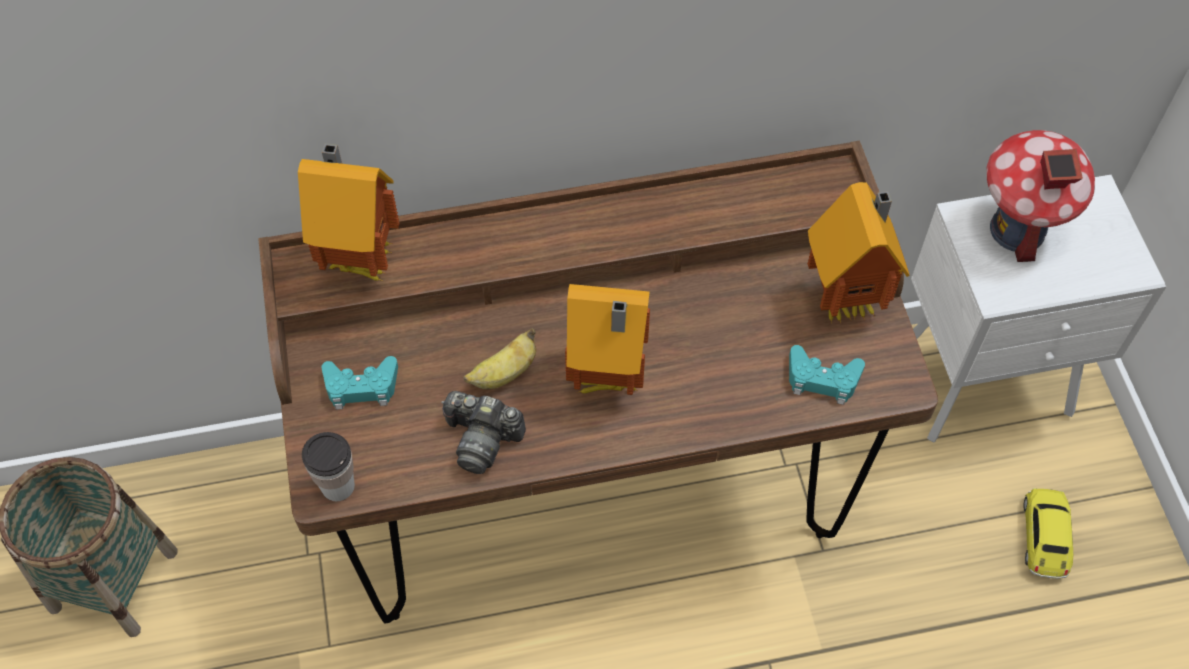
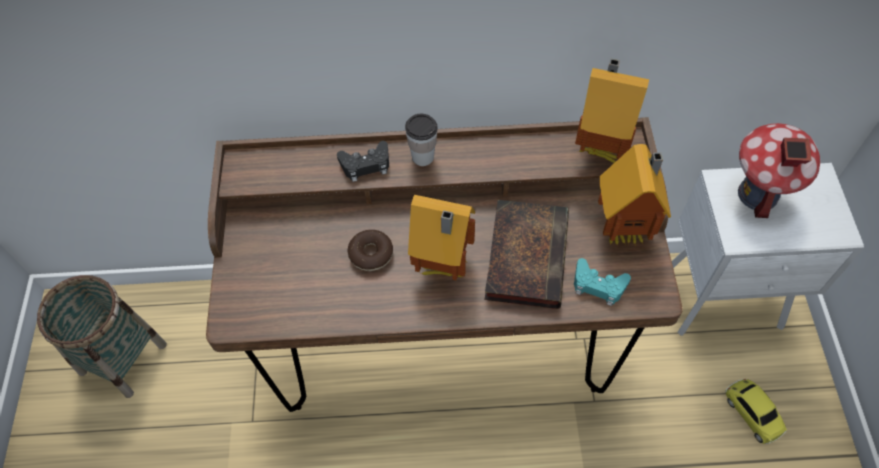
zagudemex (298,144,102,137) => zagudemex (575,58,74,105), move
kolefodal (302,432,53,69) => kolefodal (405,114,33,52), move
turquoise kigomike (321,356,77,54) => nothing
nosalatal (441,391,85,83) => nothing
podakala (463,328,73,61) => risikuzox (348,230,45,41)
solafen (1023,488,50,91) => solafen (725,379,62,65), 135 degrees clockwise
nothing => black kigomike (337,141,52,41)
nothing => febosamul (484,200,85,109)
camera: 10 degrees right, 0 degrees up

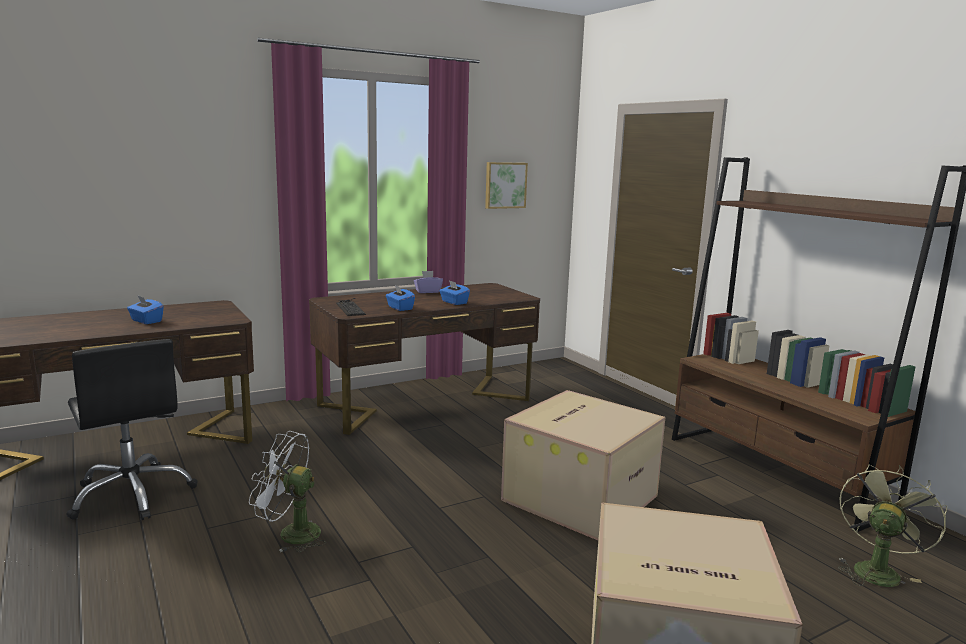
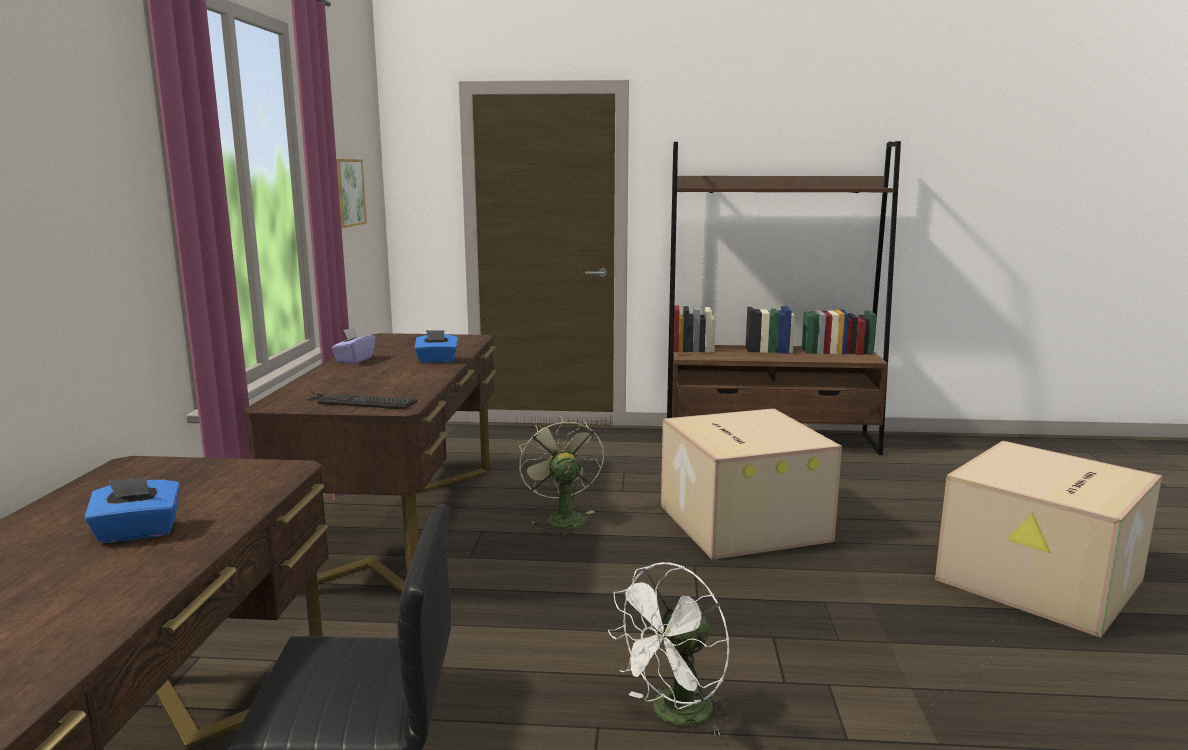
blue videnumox (386,285,29,26) => nothing
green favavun (838,465,109,122) => green favavun (519,416,85,119), move
camera: 55 degrees left, 0 degrees up

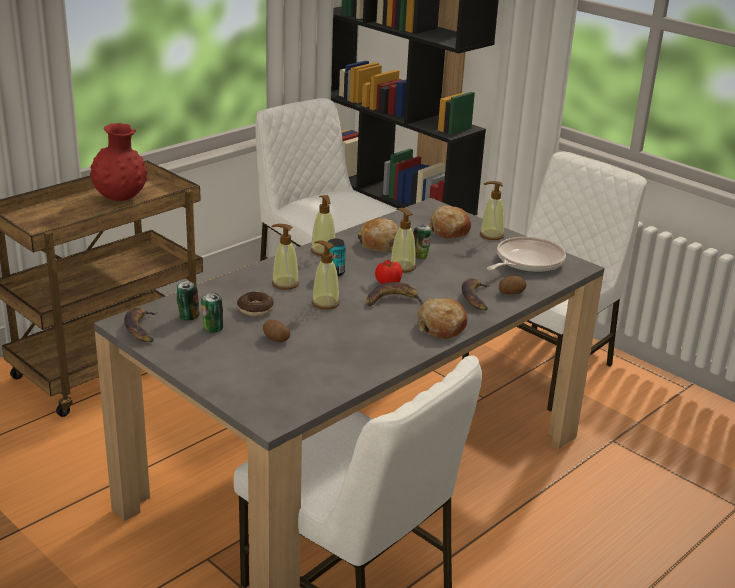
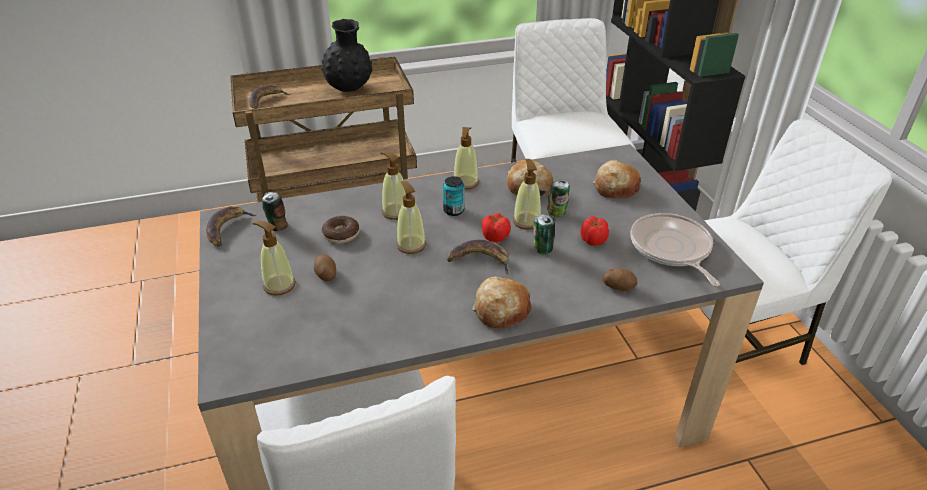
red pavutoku (90,123,58,78) => black pavutoku (321,19,52,73)
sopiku (201,293,22,40) => sopiku (533,214,22,40), move
podakala (462,278,28,33) => podakala (249,85,41,24), move
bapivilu (480,181,24,59) => bapivilu (252,221,44,74), move
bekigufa (486,237,80,35) => bekigufa (631,213,89,74), 90 degrees counterclockwise
nothing => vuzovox (580,216,29,30)
camera: 30 degrees right, 10 degrees up

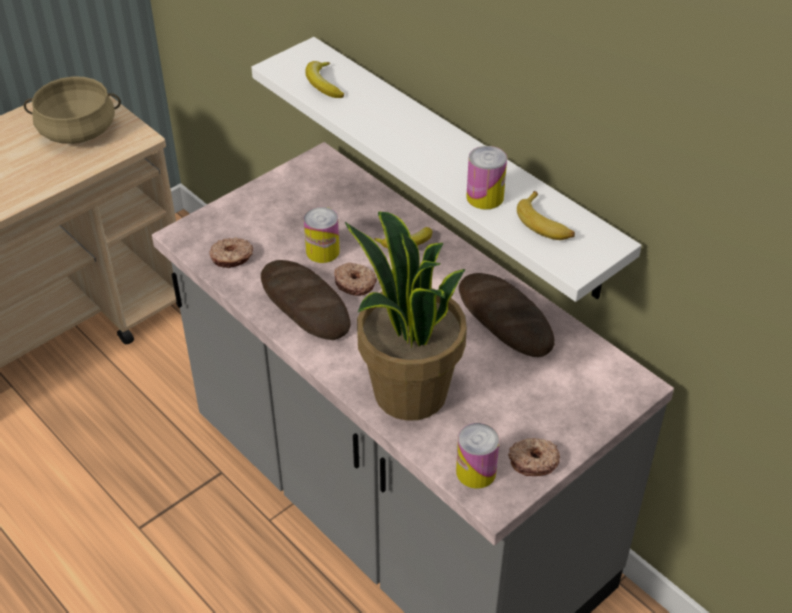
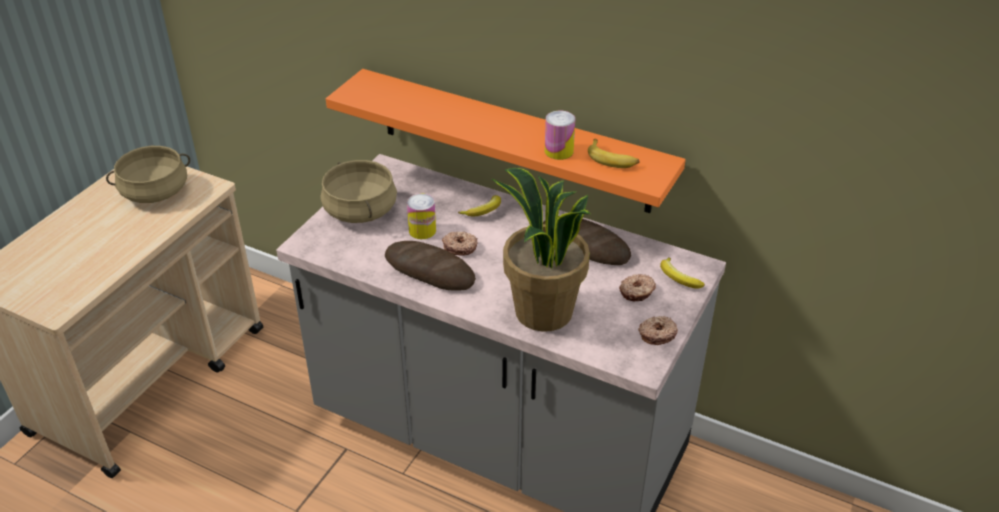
risikuzox (210,237,43,31) => risikuzox (619,274,37,27), move
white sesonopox (251,37,391,265) => orange sesonopox (326,69,360,144)
podakala (305,61,39,37) => podakala (660,257,45,32), move
sopiku (456,423,44,66) => nothing
nothing => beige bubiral (321,160,76,63)
camera: 20 degrees left, 5 degrees down

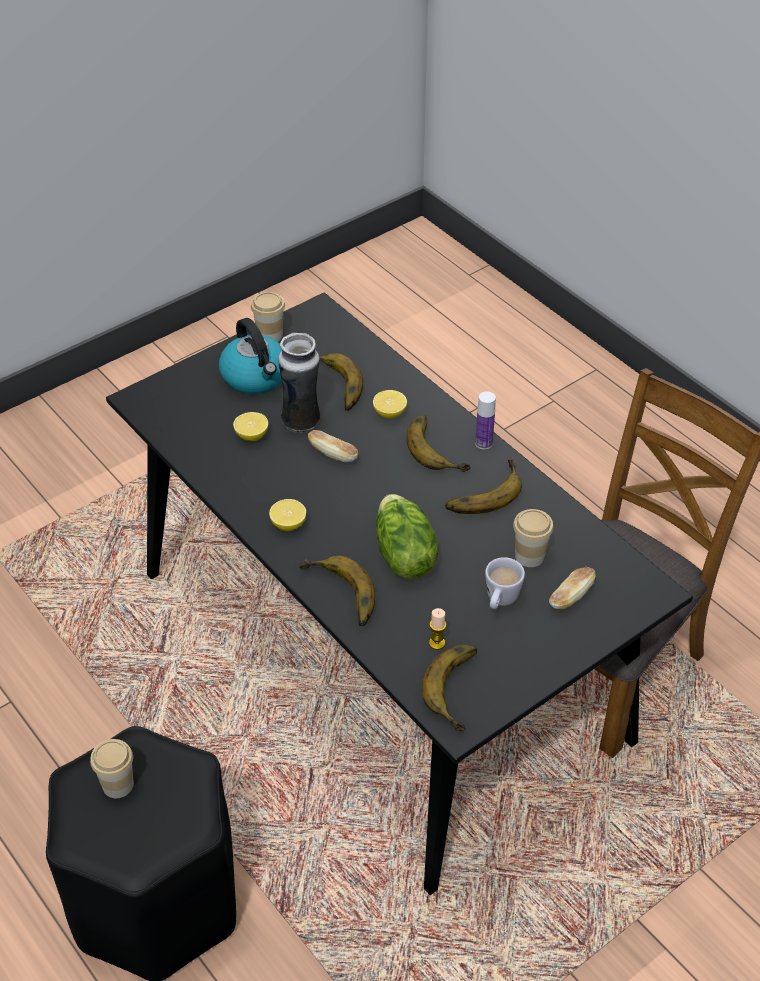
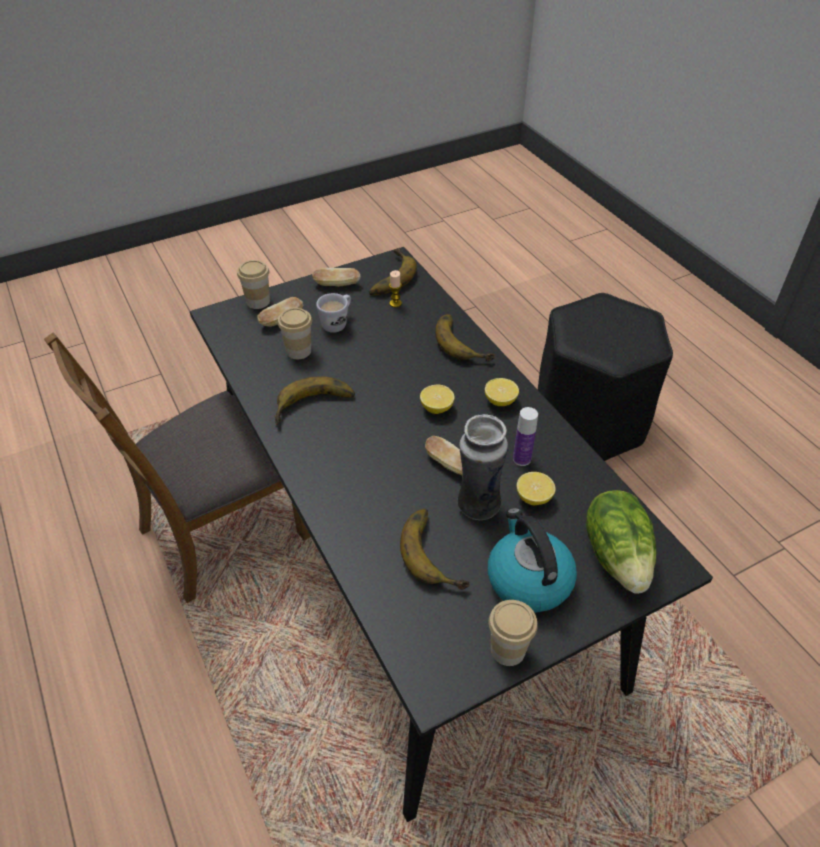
kolefodal (90,739,44,59) => kolefodal (237,260,33,49), move
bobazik (373,390,34,28) => bobazik (420,385,35,29), move
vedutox (376,494,62,85) => vedutox (586,490,70,104), move
podakala (407,415,63,57) => nothing
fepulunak (475,391,21,58) => fepulunak (513,407,25,59), move
nothing => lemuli (312,268,48,19)
camera: 170 degrees left, 0 degrees up

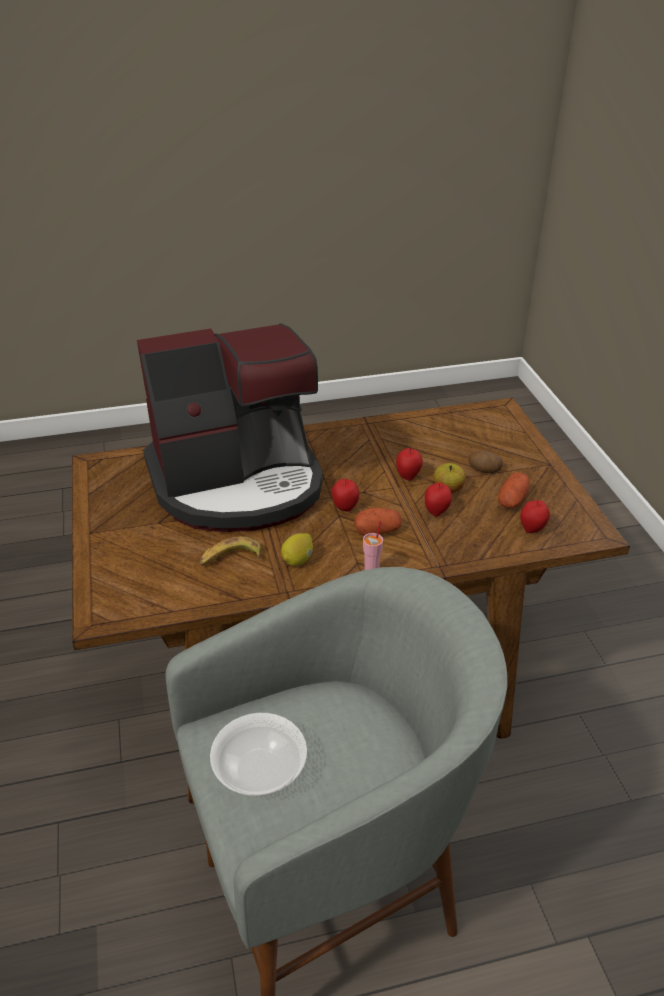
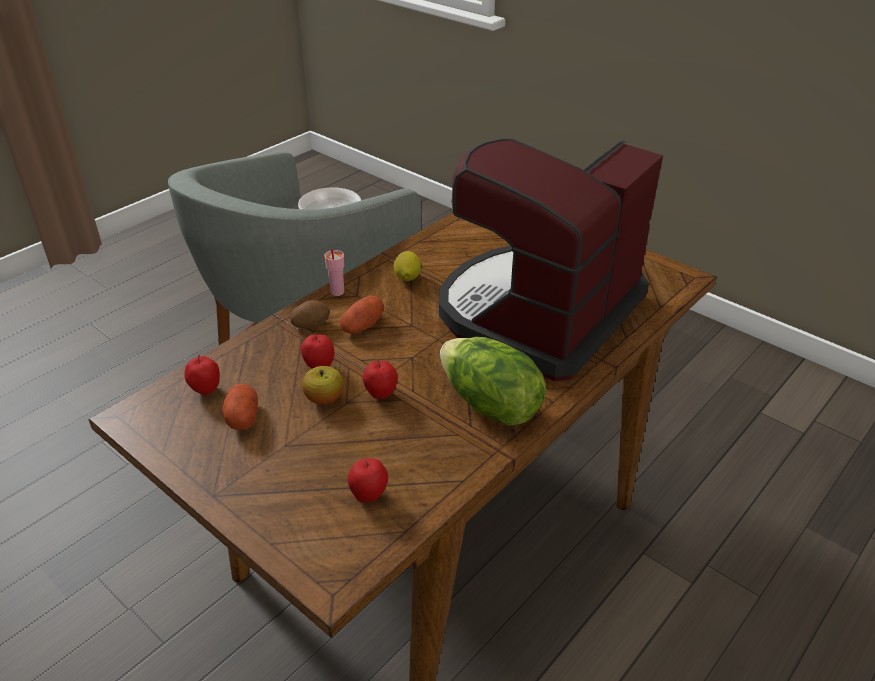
podakala (200,536,62,30) => nothing
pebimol (331,478,28,34) => pebimol (348,458,40,44), move
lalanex (469,451,34,22) => lalanex (290,300,40,28), move
nothing => vedutox (440,337,107,89)
camera: 145 degrees right, 0 degrees up

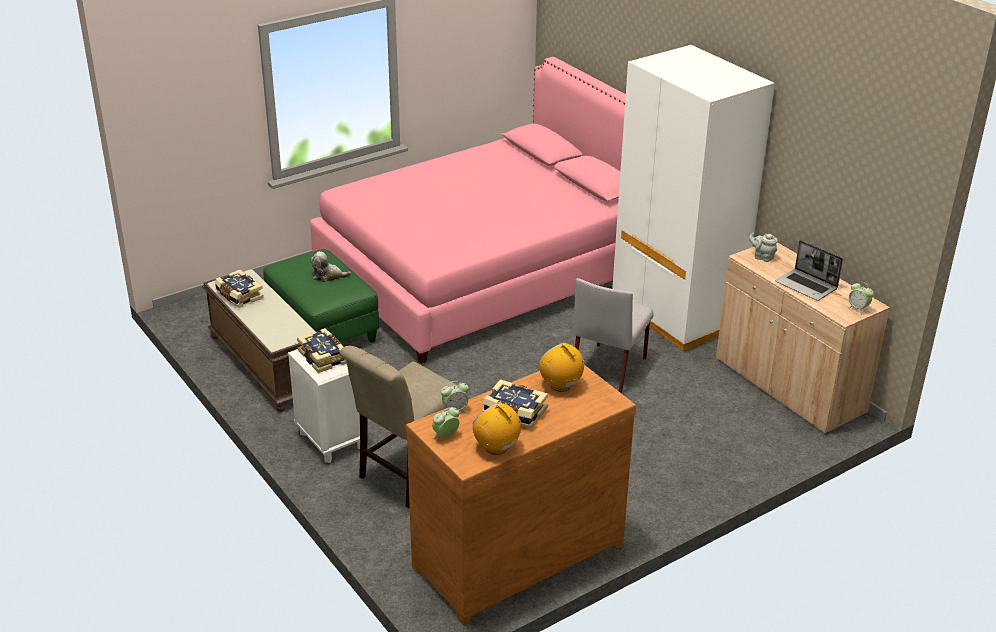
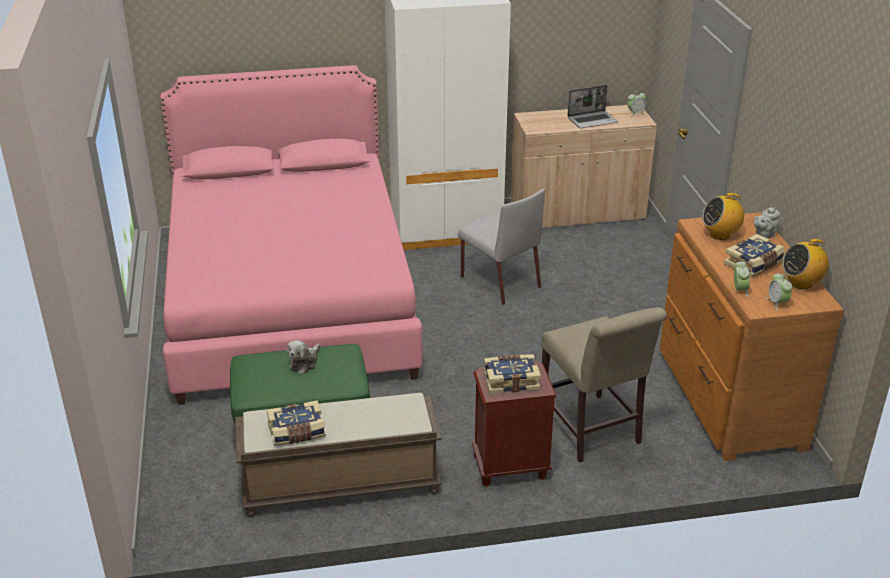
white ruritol (287,349,73,114) => brown ruritol (472,362,85,125)
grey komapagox (749,233,29,29) => grey komapagox (754,207,26,32), move
camera: 65 degrees left, 0 degrees up

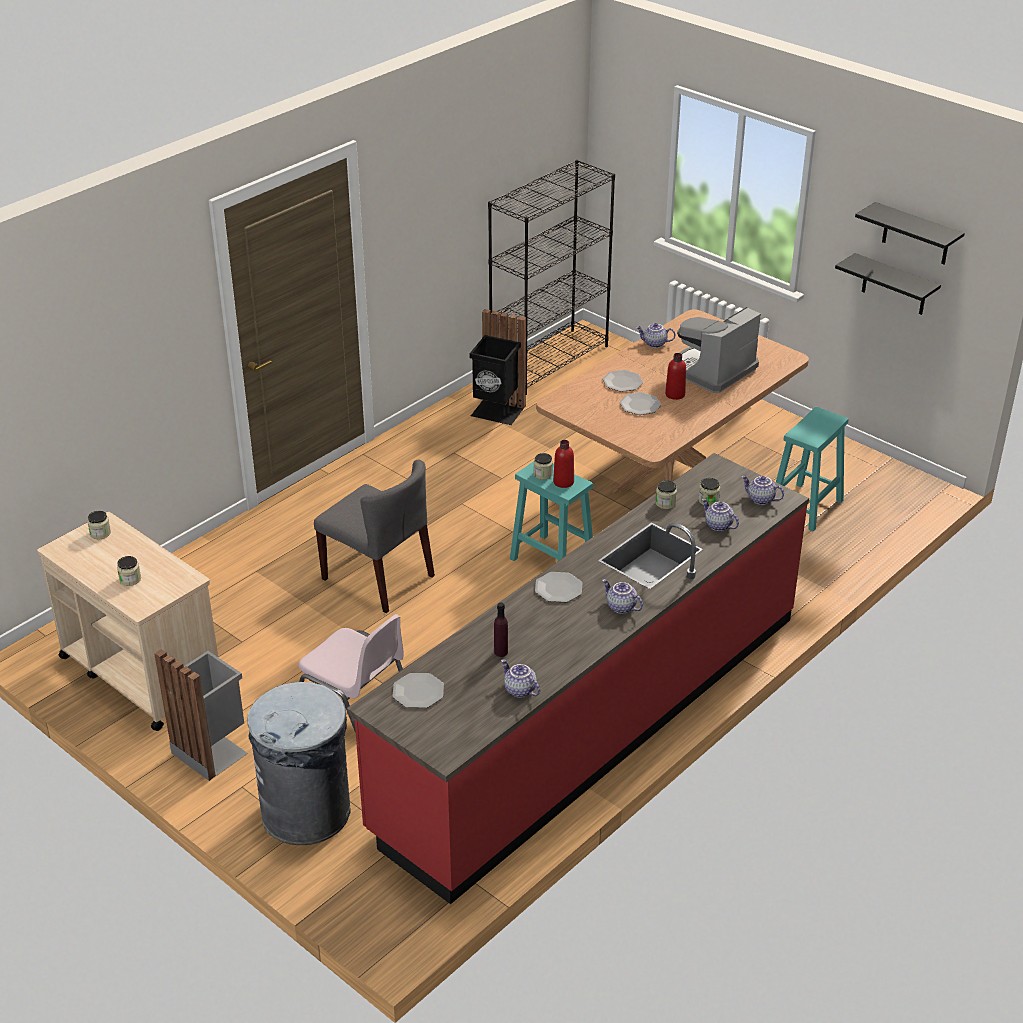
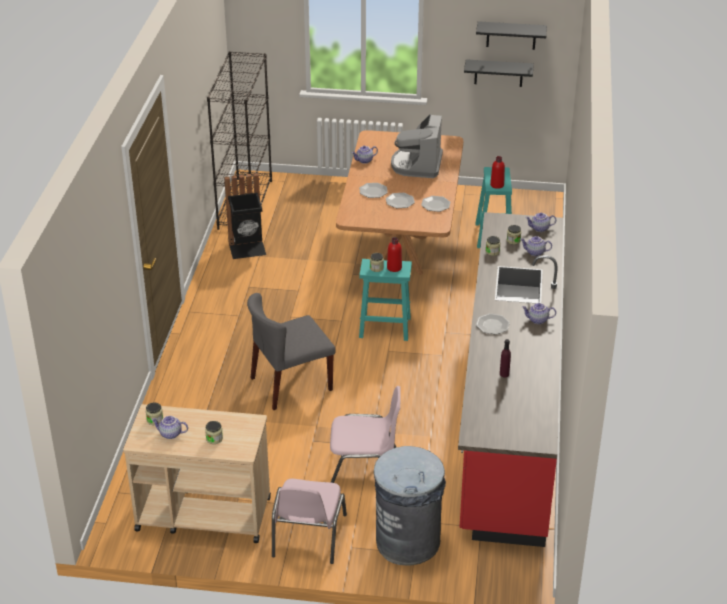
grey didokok (154,649,94,132) => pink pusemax (272,479,75,85)
grey pusemax (314,459,121,154) => grey pusemax (247,293,89,117), 150 degrees clockwise
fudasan (393,673,51,35) => fudasan (421,196,30,16), move
komapagox (501,659,39,38) => komapagox (151,416,37,23), move
red fepulunak (665,353,21,47) => red fepulunak (490,156,15,33), move
camera: 35 degrees left, 0 degrees up

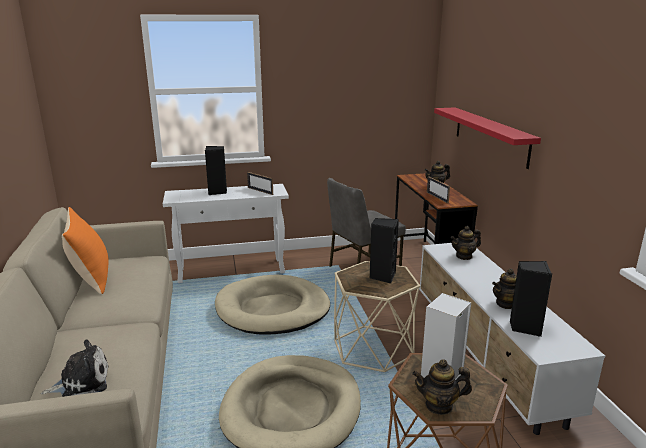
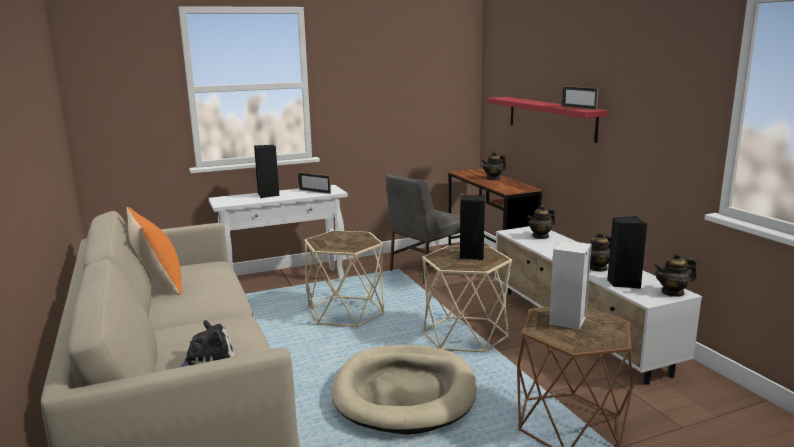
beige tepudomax (215,275,115,59) => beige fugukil (304,230,81,97)
komapagox (412,359,60,56) => komapagox (654,252,43,45), move
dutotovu (427,176,23,27) => dutotovu (562,86,37,24), move
camera: 10 degrees left, 5 degrees down

